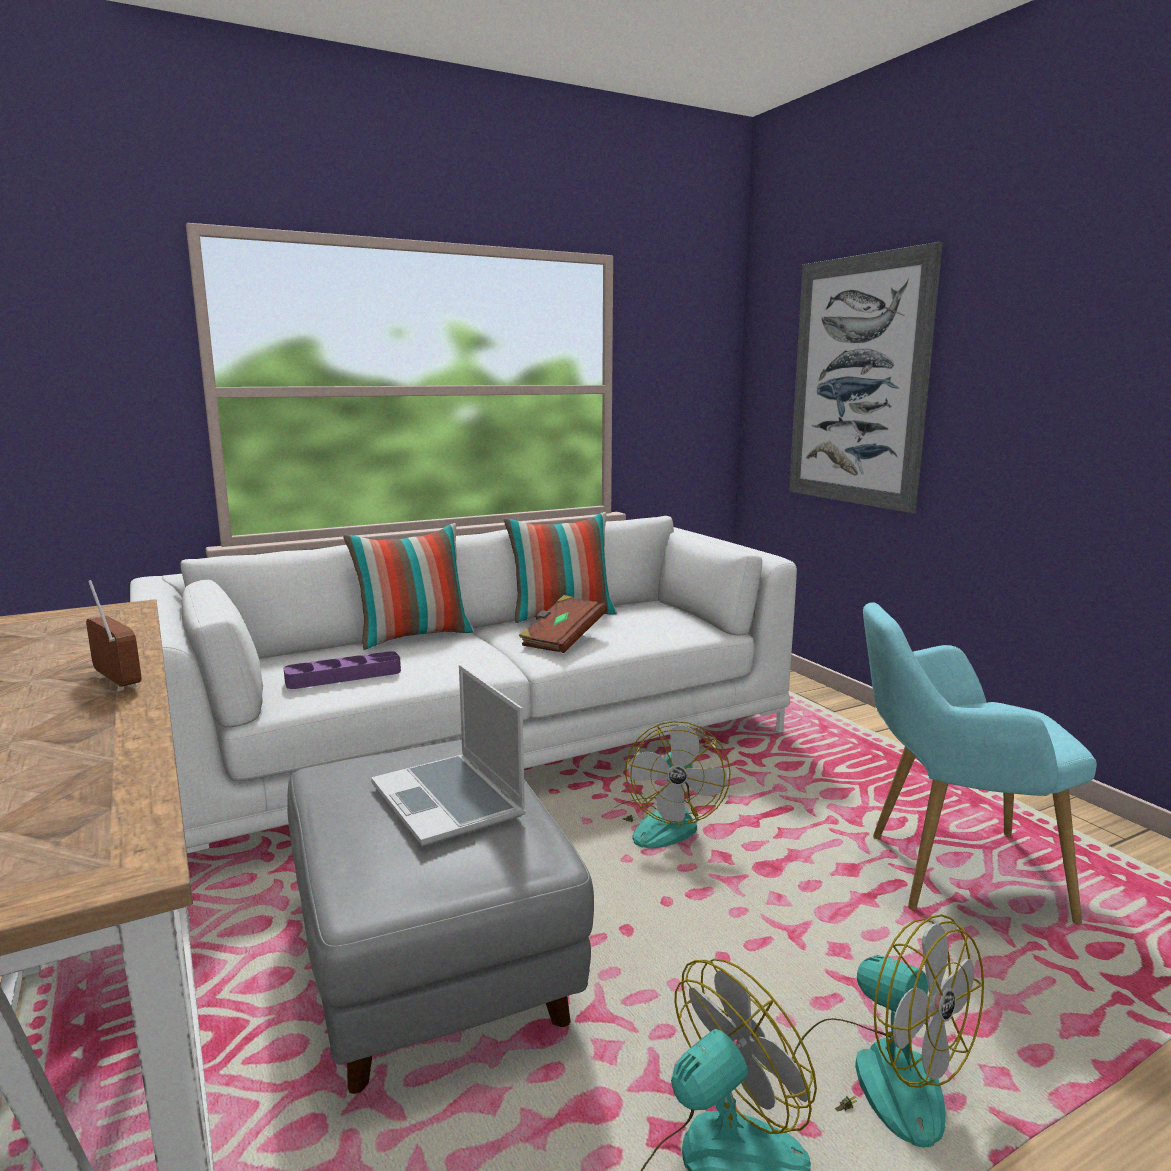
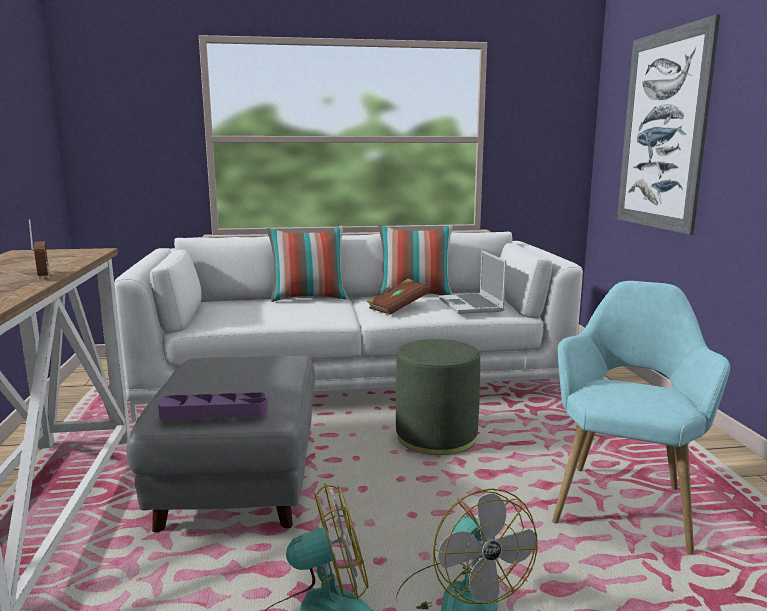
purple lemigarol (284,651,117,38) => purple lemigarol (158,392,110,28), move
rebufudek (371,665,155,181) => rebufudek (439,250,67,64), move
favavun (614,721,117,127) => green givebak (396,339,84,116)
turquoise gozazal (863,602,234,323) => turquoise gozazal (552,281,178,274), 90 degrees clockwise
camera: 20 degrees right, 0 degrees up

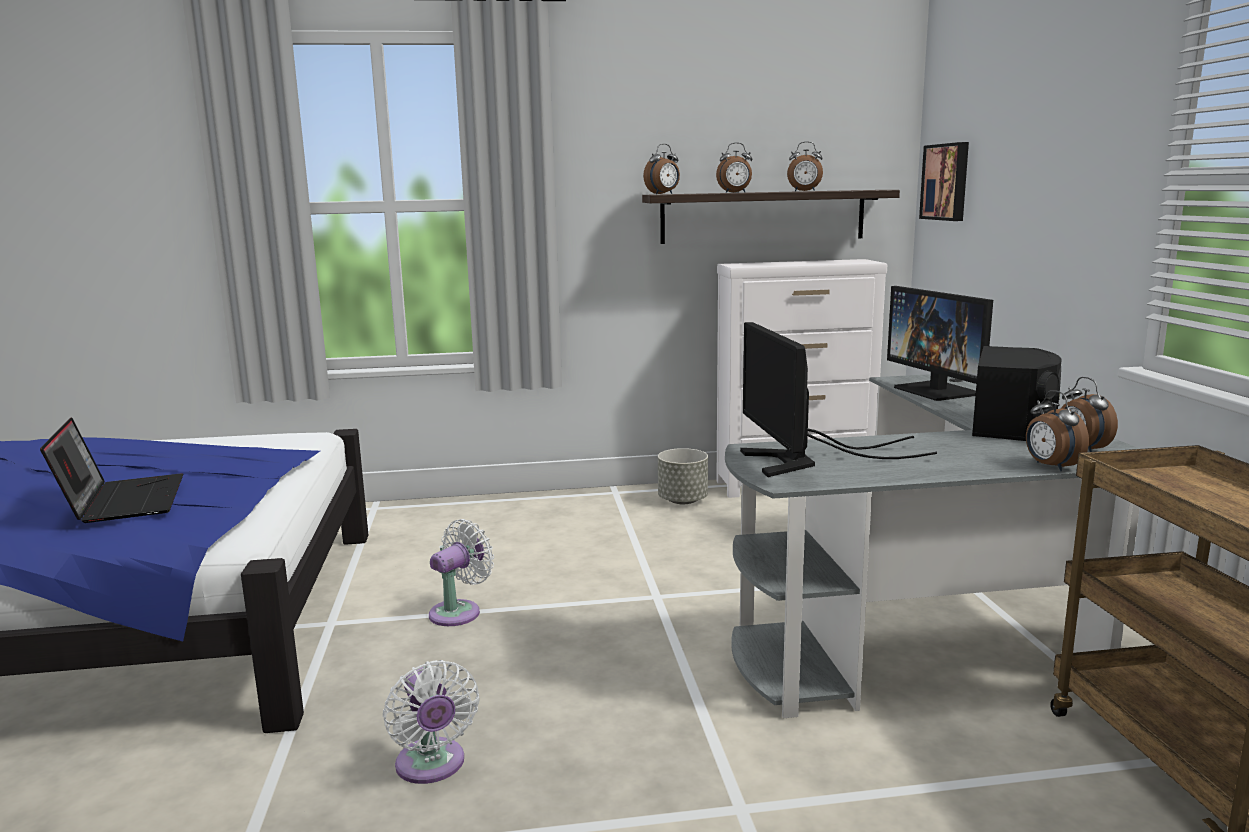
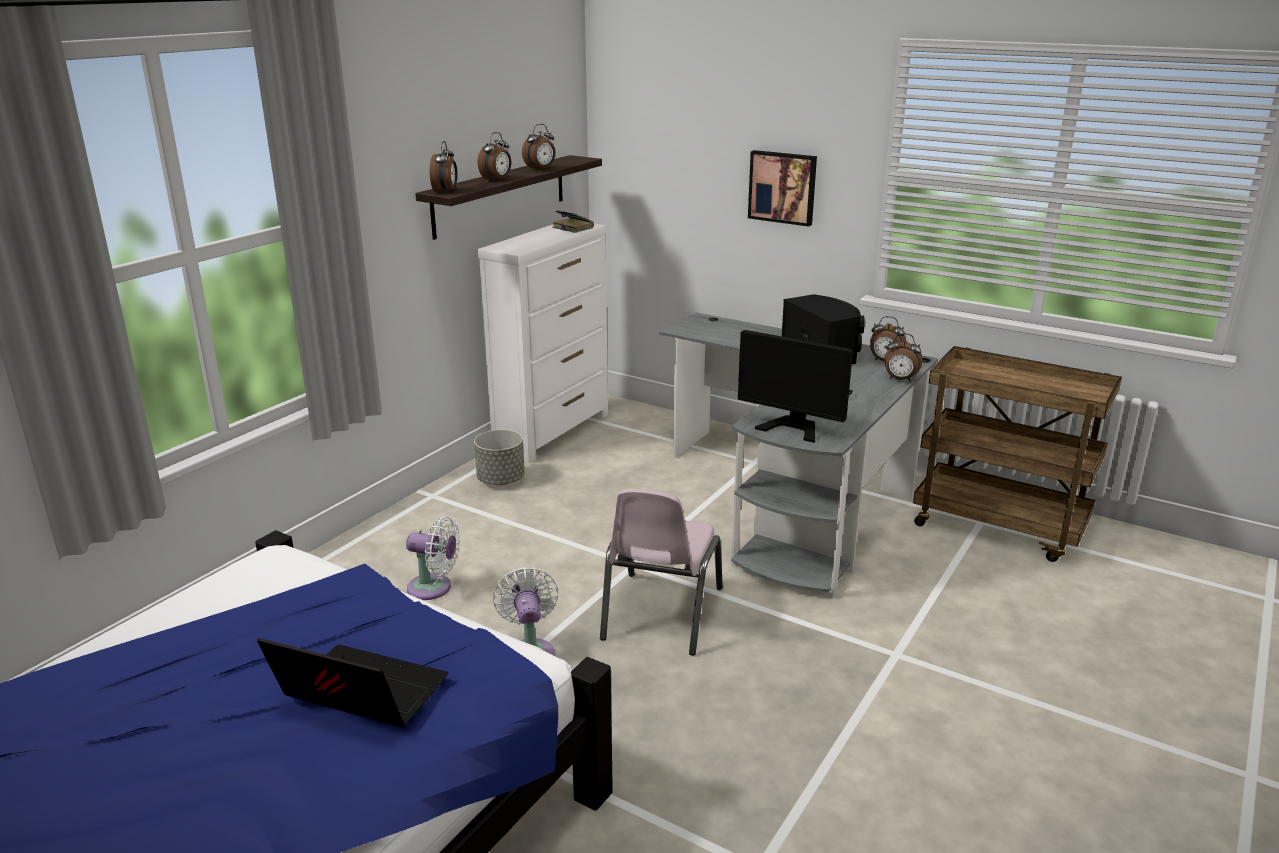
white favavun (383,660,97,124) => white favavun (406,516,54,84), move
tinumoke (887,286,106,115) => nothing
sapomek (919,142,50,79) => sapomek (748,150,69,77), move
nothing => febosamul (552,209,42,24)
nothing => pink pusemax (600,489,123,167)
camera: 50 degrees left, 10 degrees up

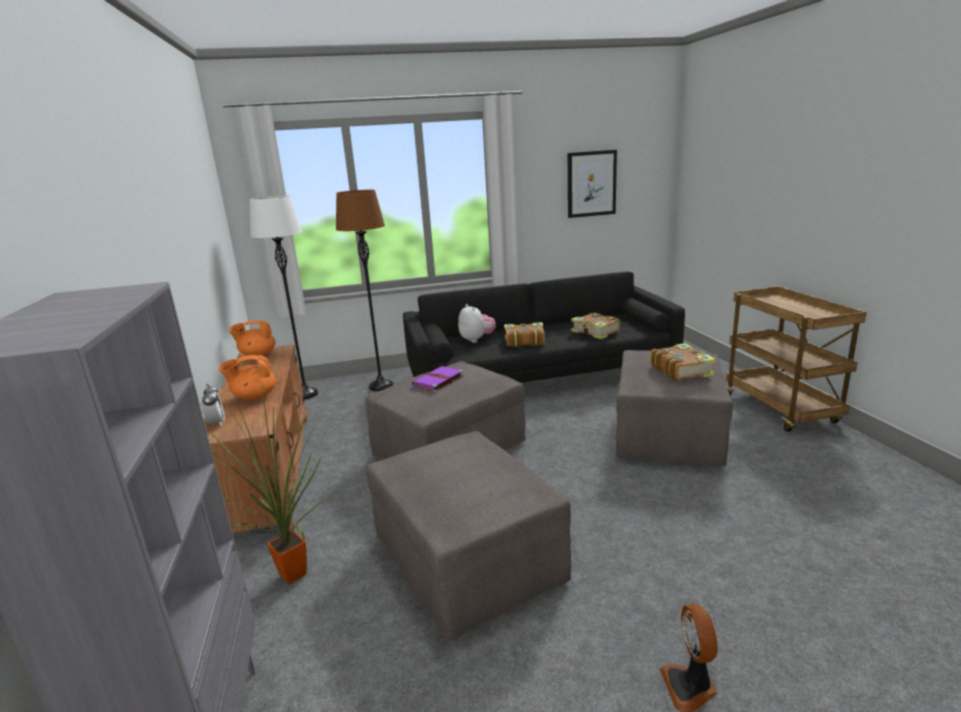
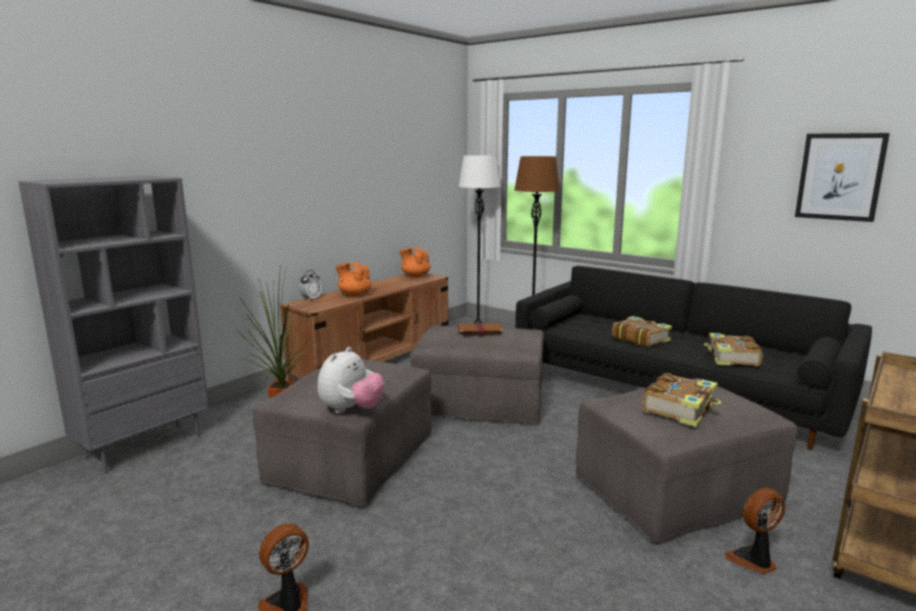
purple febosamul (412,366,52,26) => brown febosamul (456,323,48,14)
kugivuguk (458,304,38,39) => kugivuguk (318,347,66,66), move
nothing => favavun (725,488,60,86)
camera: 50 degrees right, 5 degrees down

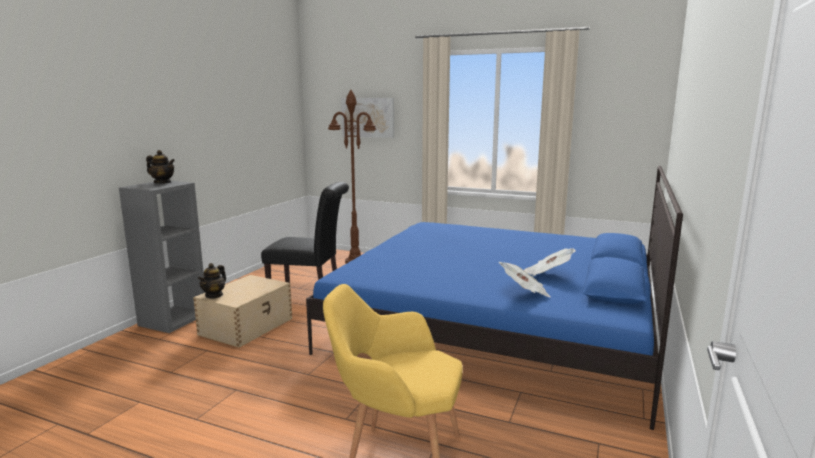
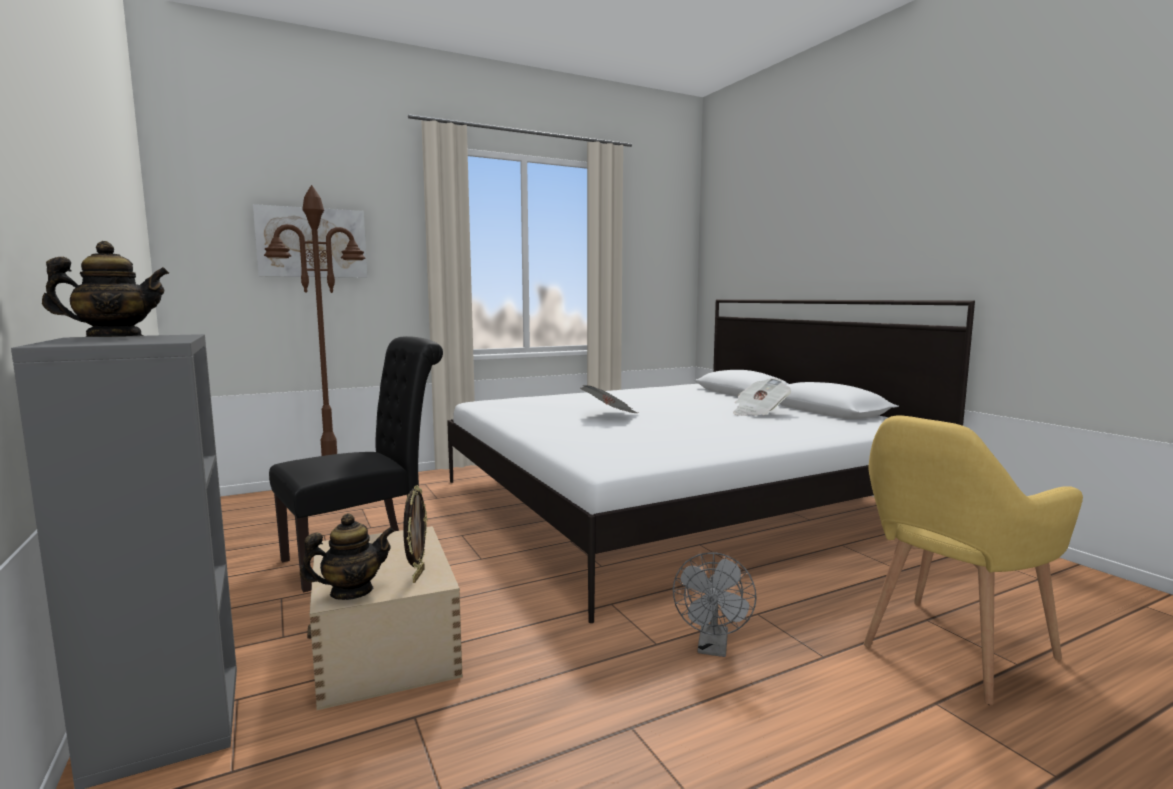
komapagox (198,263,28,35) => komapagox (300,513,95,87), 90 degrees counterclockwise
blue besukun (306,166,377,264) => white besukun (447,299,528,324)
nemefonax (499,262,51,35) => nemefonax (580,385,58,28), move
nothing => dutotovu (403,485,24,98)
nothing => grey favavun (673,552,84,105)
camera: 50 degrees left, 5 degrees down

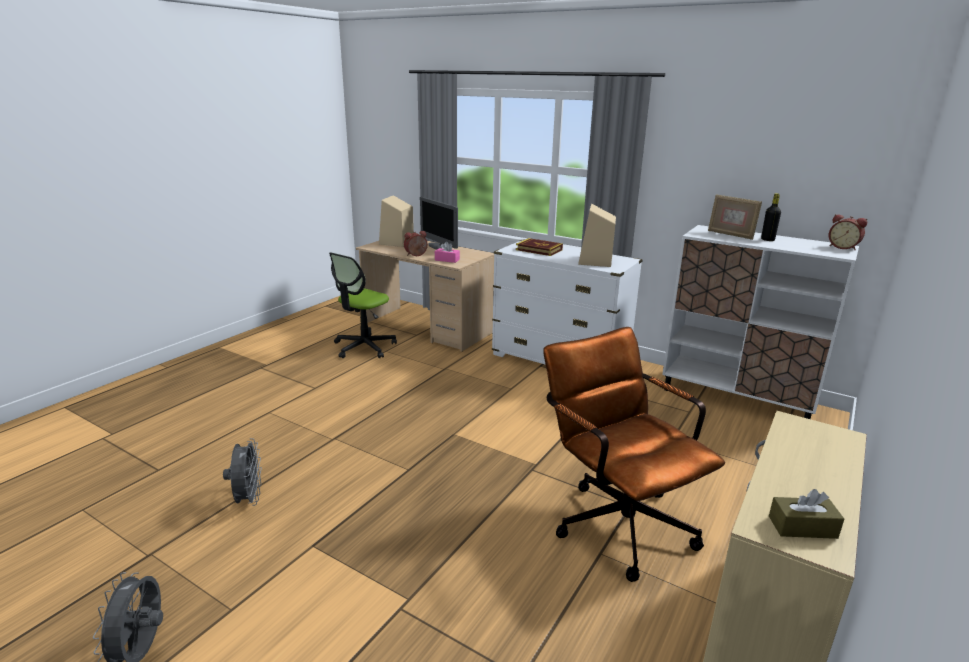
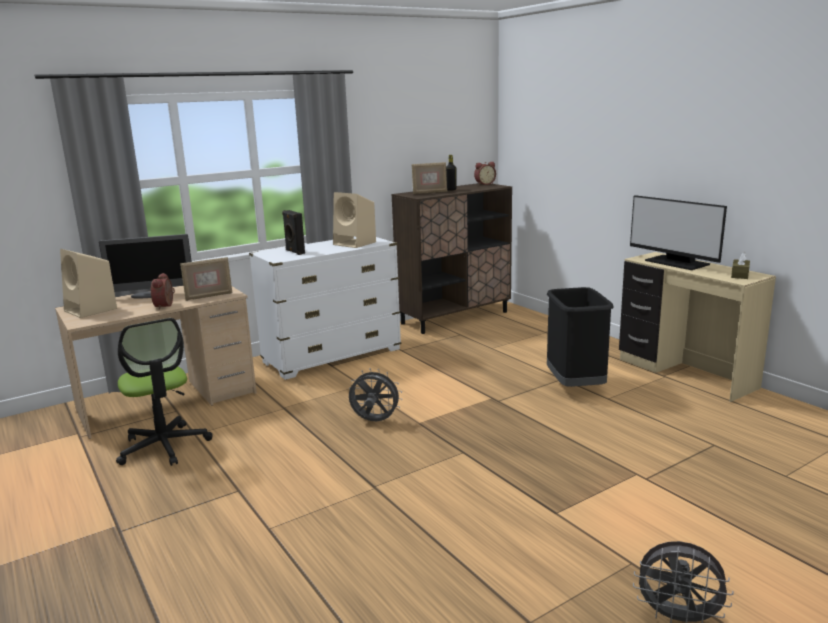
grey favavun (223,438,39,68) => grey favavun (349,368,54,53), move
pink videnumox (435,242,25,21) => dutotovu (180,257,53,44)
febosamul (516,238,47,18) => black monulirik (282,210,23,45)
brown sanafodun (543,327,182,255) => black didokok (547,287,66,100)
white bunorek (662,225,197,194) => brown bunorek (392,183,120,151)
nothing => tinumoke (630,195,97,75)
camera: 65 degrees left, 5 degrees down

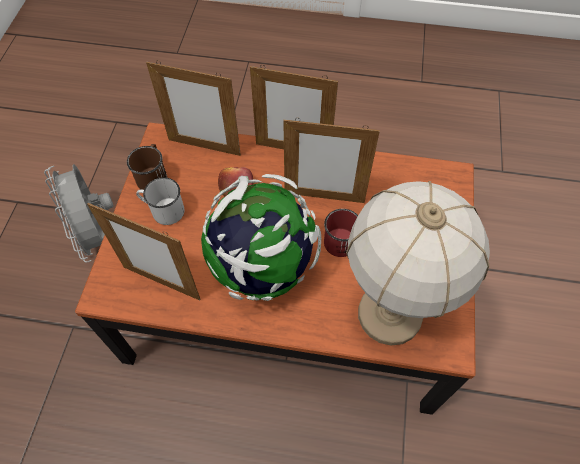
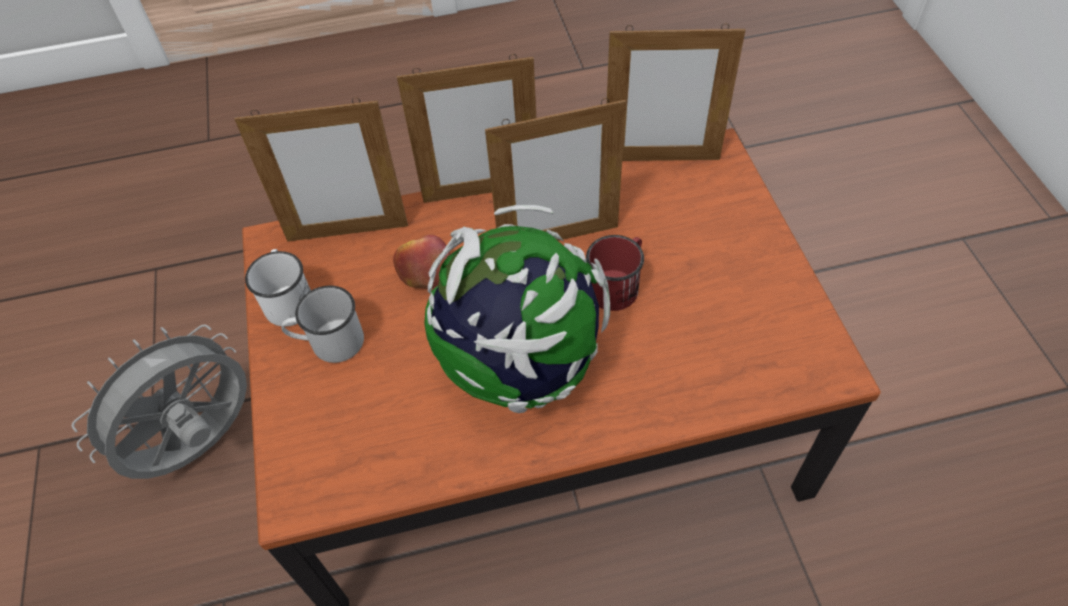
grey favavun (44,164,70,99) => grey favavun (72,325,175,154), 90 degrees clockwise
dutotovu (87,203,114,98) => dutotovu (607,23,138,138), move
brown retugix (127,144,40,46) => white retugix (245,249,66,78)
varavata (346,181,144,164) => nothing
camera: 20 degrees left, 5 degrees down

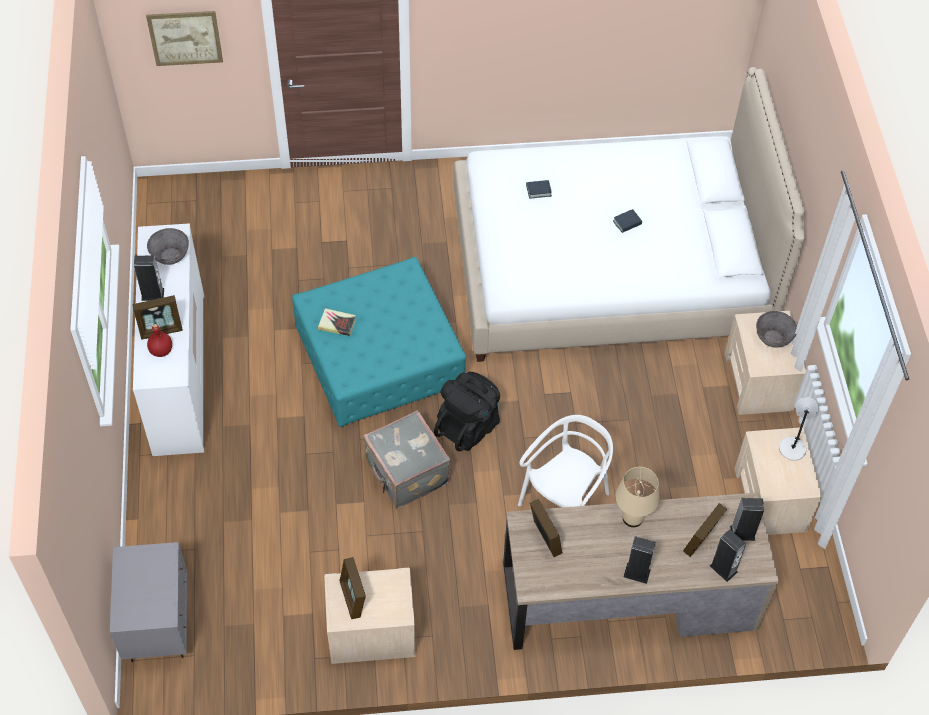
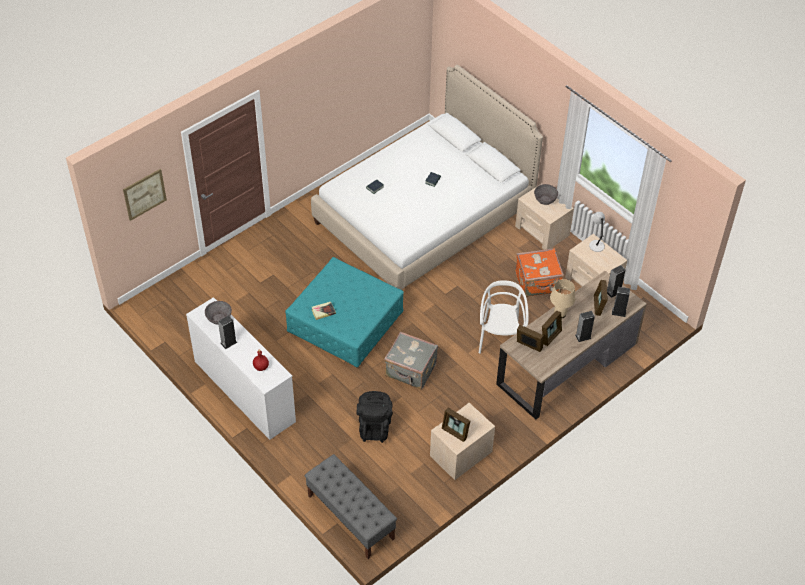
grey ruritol (110,542,77,120) => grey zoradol (304,454,93,105)
dutotovu (133,295,50,45) => dutotovu (542,310,20,36), move
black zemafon (434,372,66,79) => black zemafon (357,391,36,52), move
nothing => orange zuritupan (515,248,49,49)
camera: 35 degrees left, 5 degrees down

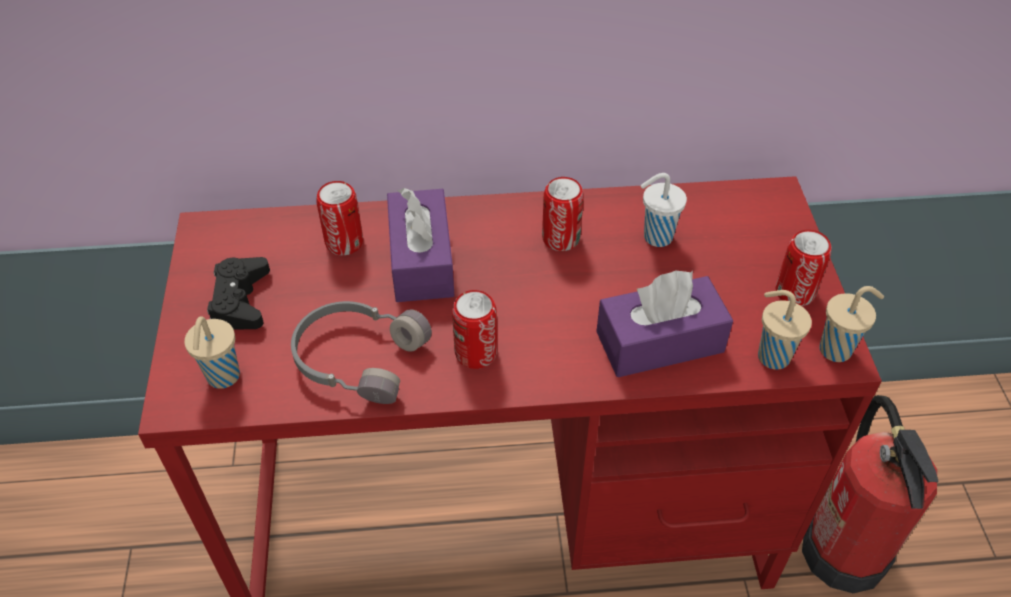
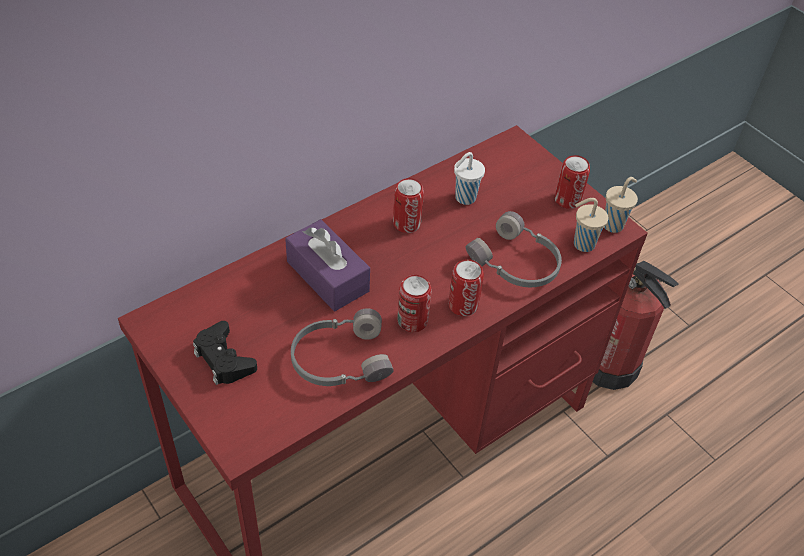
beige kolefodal (184,316,56,73) => nothing
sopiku (316,181,47,74) => sopiku (448,259,36,57), move
purple videnumox (596,270,137,107) => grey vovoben (466,211,96,76)
camera: 35 degrees left, 0 degrees up

